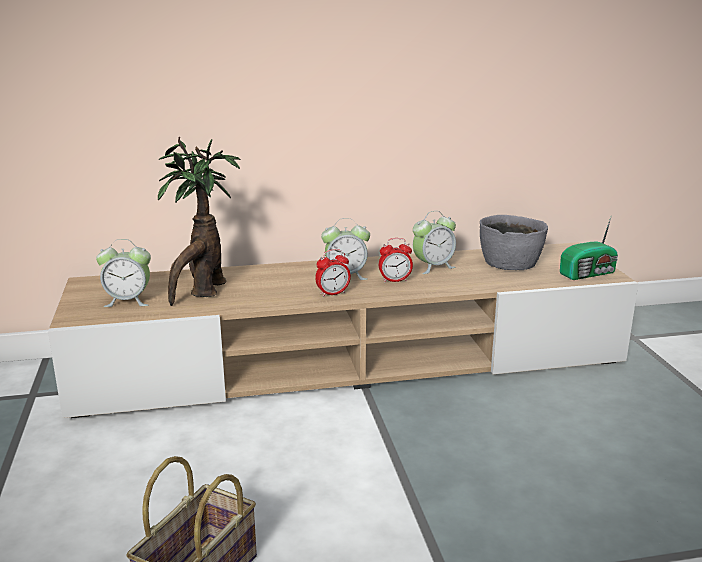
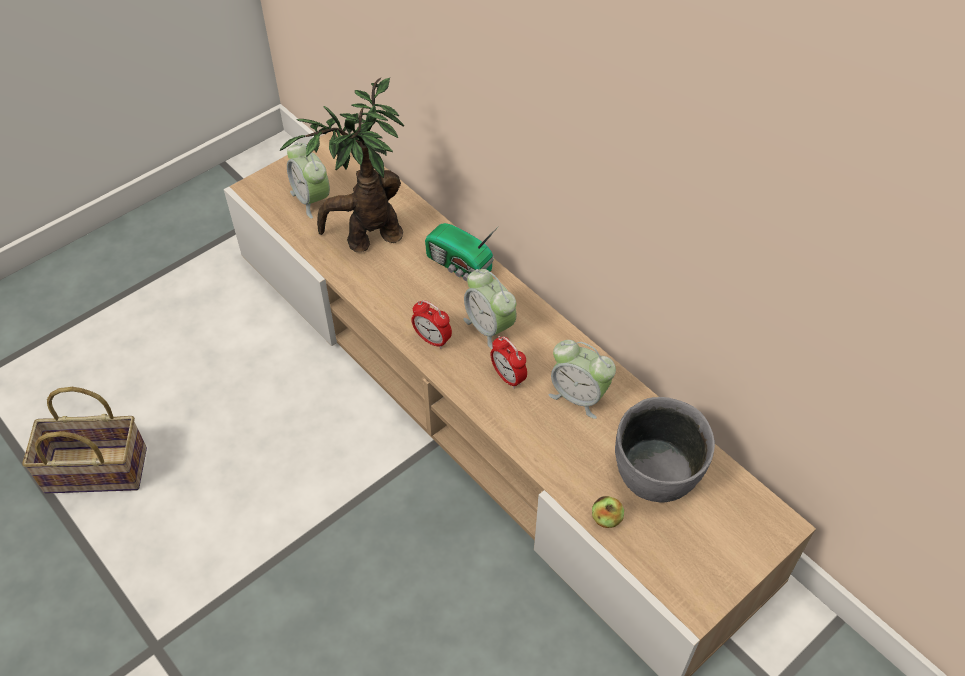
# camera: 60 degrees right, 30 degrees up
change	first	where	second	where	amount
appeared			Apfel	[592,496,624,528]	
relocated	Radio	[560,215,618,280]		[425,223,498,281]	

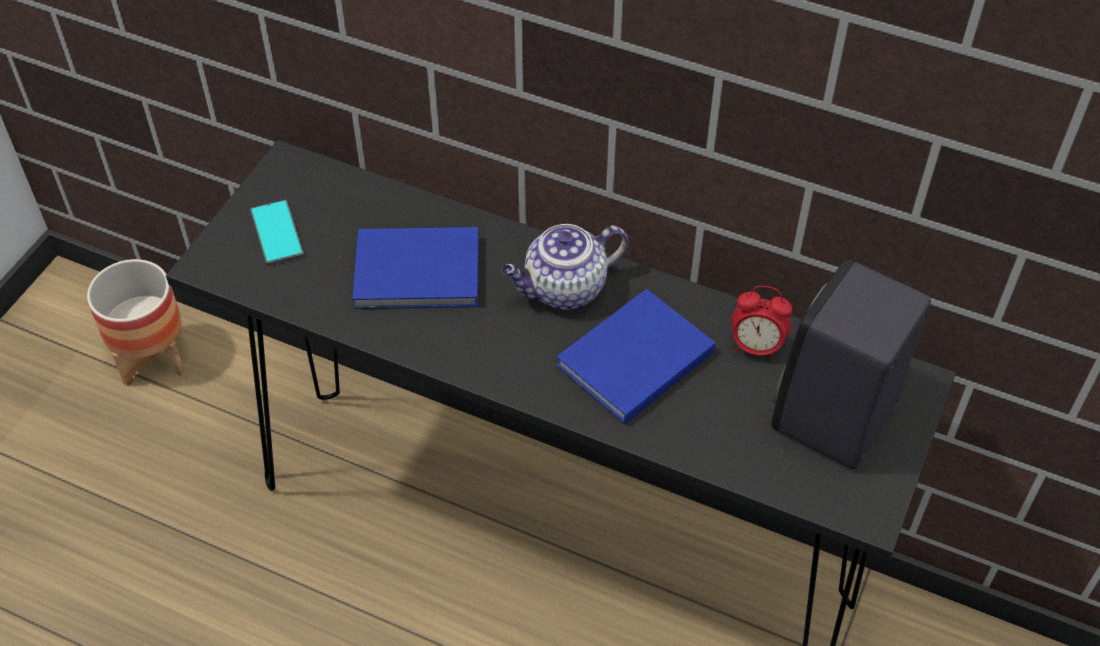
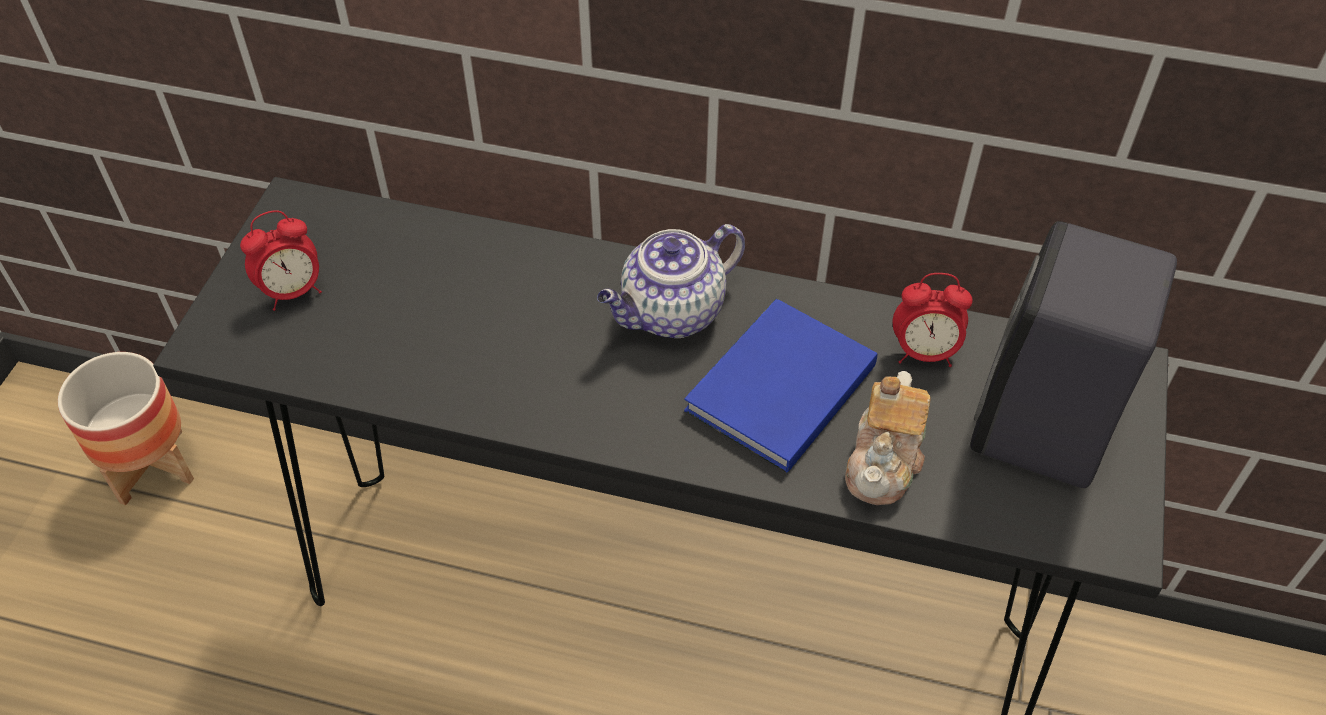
# camera: 10 degrees left, 0 degrees up
change	first	where	second	where	amount
missing	Buch (blau)	[352,227,479,309]			
appeared			Teekanne	[845,371,931,505]	
exchanged	Handy	[250,200,304,266]	Wecker	[240,210,322,311]	

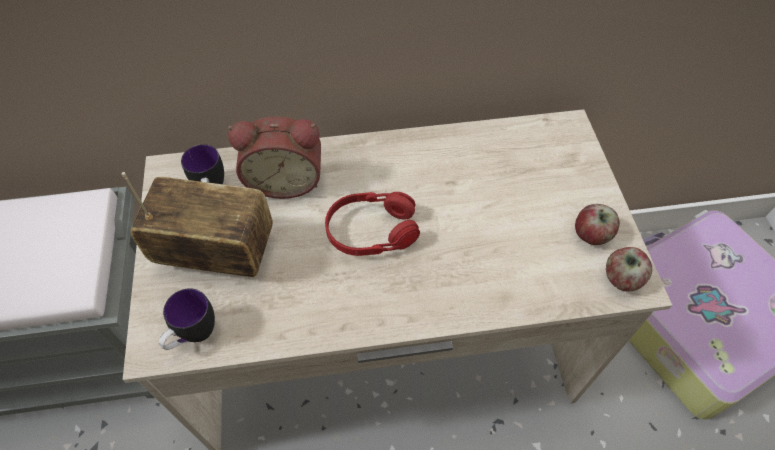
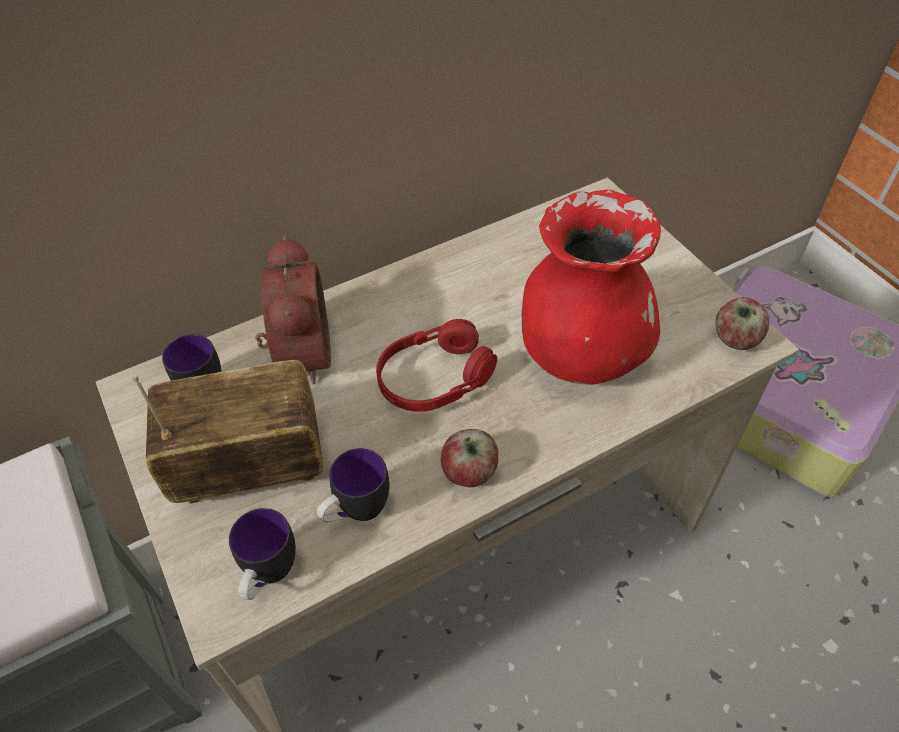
# camera: 20 degrees left, 5 degrees down
change	first	where	second	where	amount
appeared			Henkelbecher	[317,448,389,522]	
appeared			Vase (rot)	[522,190,661,385]	
relocated	Apfel	[575,204,620,245]		[441,429,499,487]	
spun	Wecker	[228,116,321,199]		[255,235,331,384]	75 degrees counterclockwise

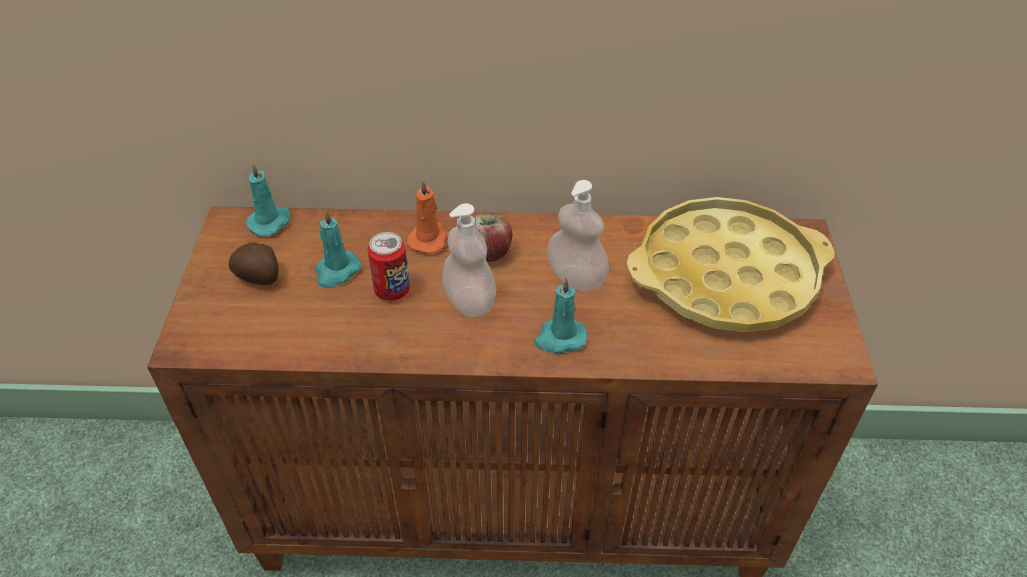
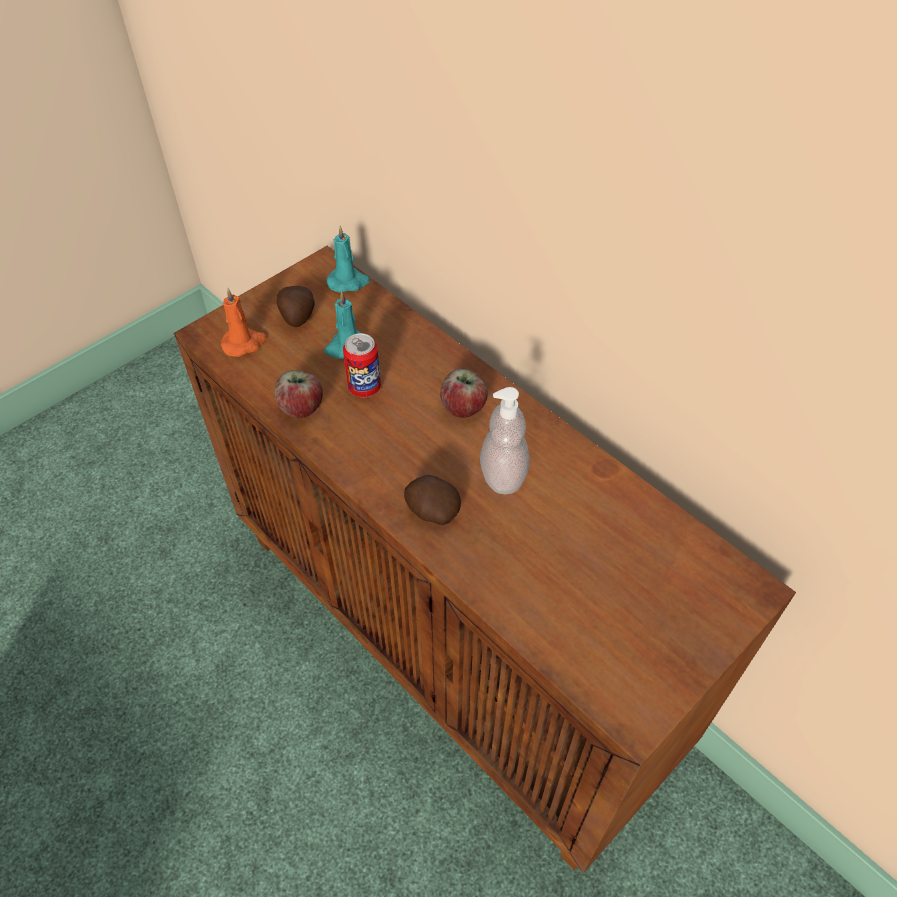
# camera: 45 degrees right, 5 degrees up
change	first	where	second	where	amount
missing	Seifenspender	[442,203,496,317]			
missing	Tablett (gelb)	[626,197,835,333]			
appeared			Apfel	[274,370,323,418]	
relocated	Kerze (orange)	[406,179,449,254]		[220,288,267,357]	
exchanged	Kerze (türkis)	[534,278,587,354]	Kartoffel	[404,475,461,525]	

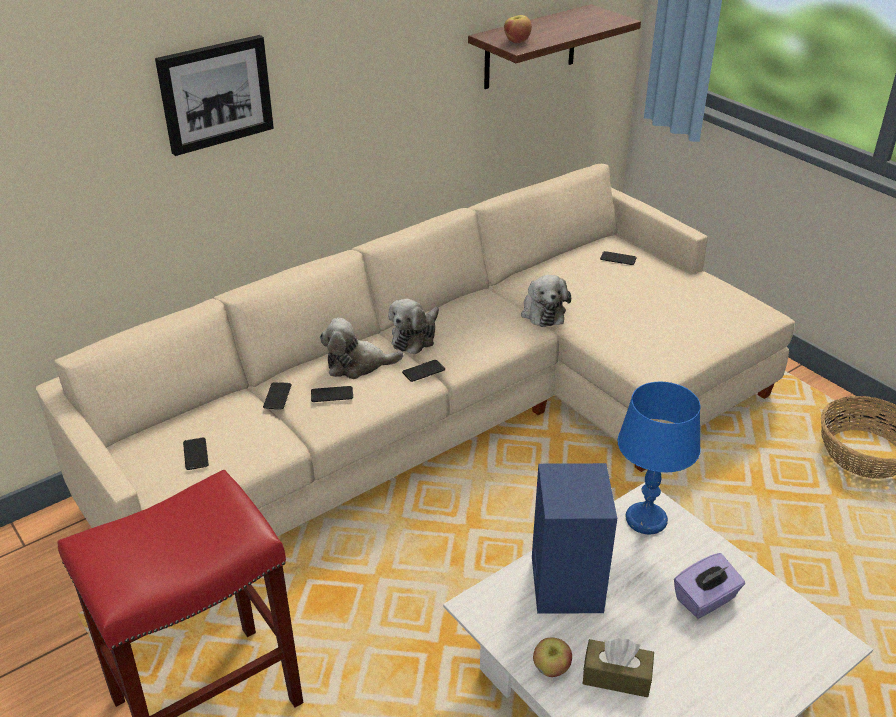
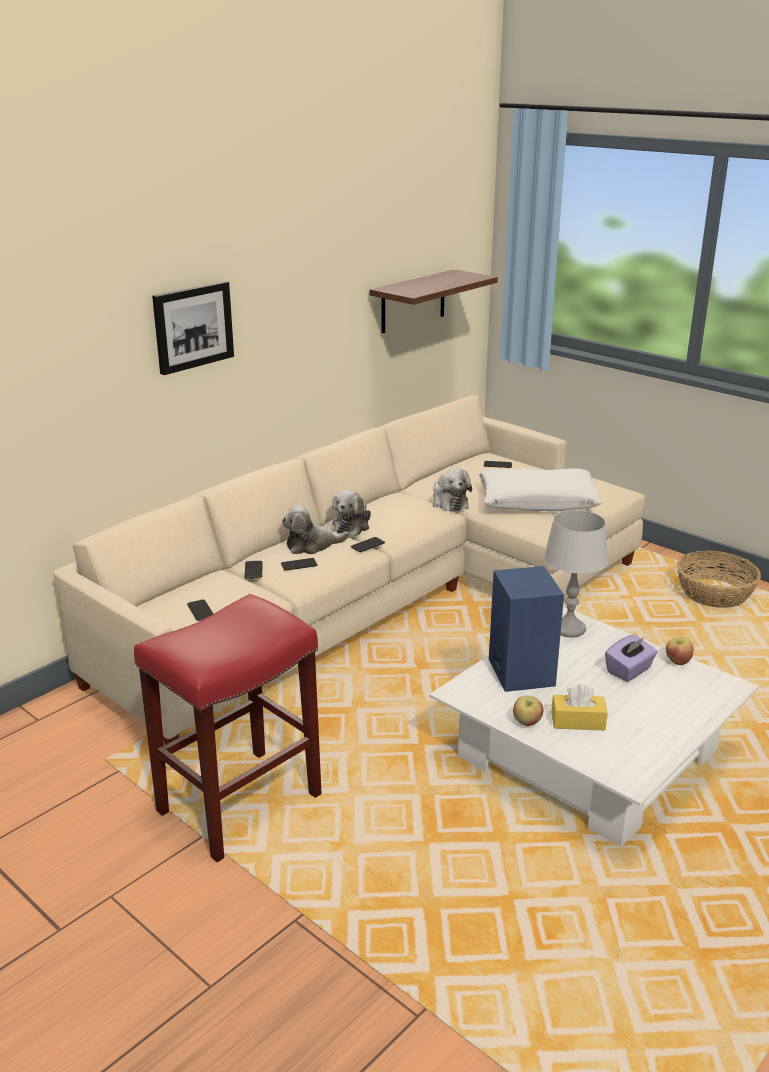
# camera: 10 degrees left, 10 degrees down
change	first	where	second	where	amount
appeared			Kissen (weiß)	[479,468,602,511]	
relocated	Apfel	[504,15,532,43]		[666,637,694,665]	
colour	Taschentuchbox (braun)	[583,638,654,697]	Taschentuchbox (gelb)	[552,684,608,730]	
colour	Tischlampe (blau)	[618,382,701,535]	Tischlampe (grau)	[544,510,608,638]	

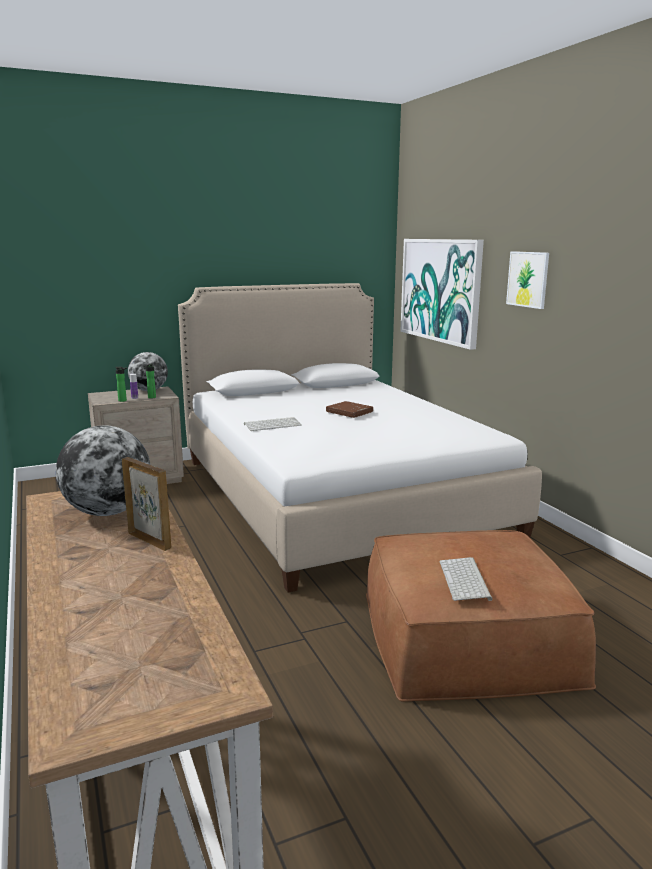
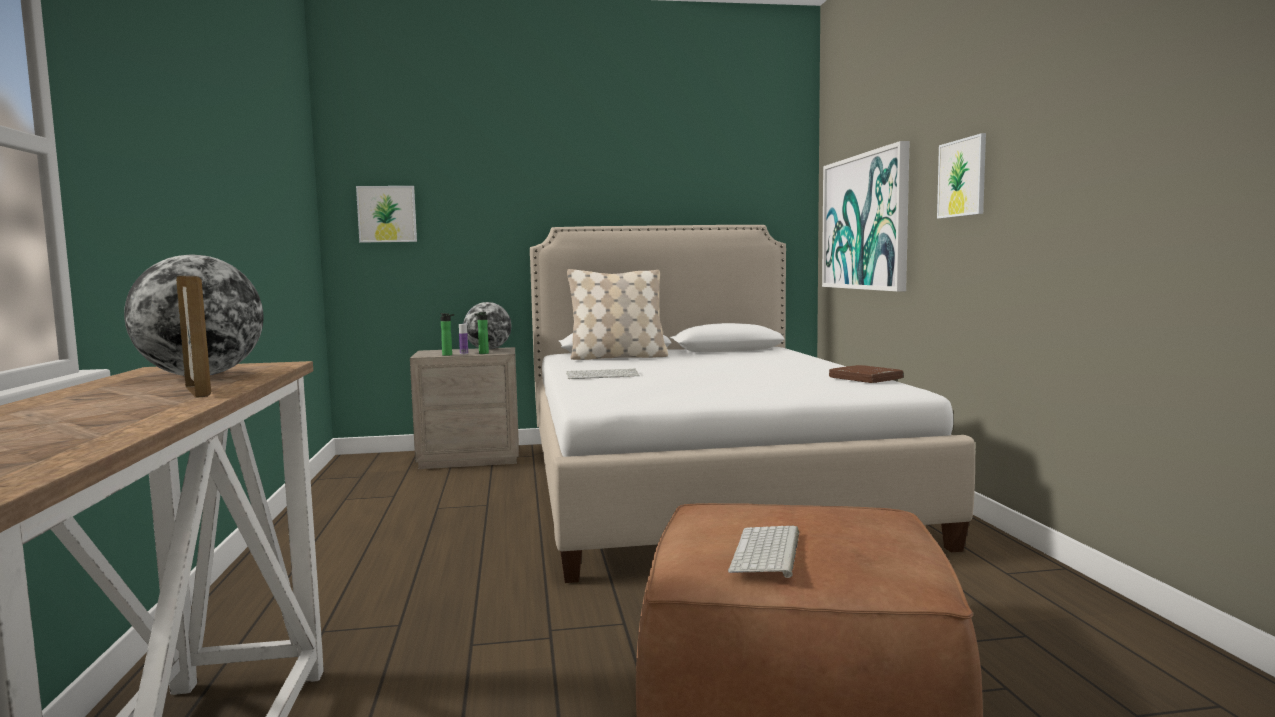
# camera: 15 degrees right, 10 degrees down
change	first	where	second	where	amount
appeared			Bild	[356,186,417,243]	
appeared			Kissen (beige)	[567,269,668,360]	
relocated	Buch (braun)	[326,401,373,418]		[829,365,903,383]	

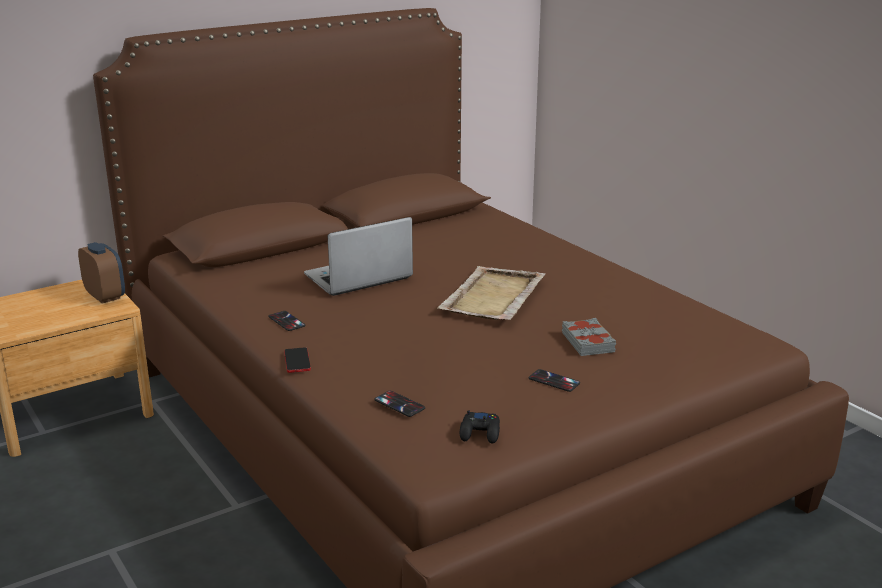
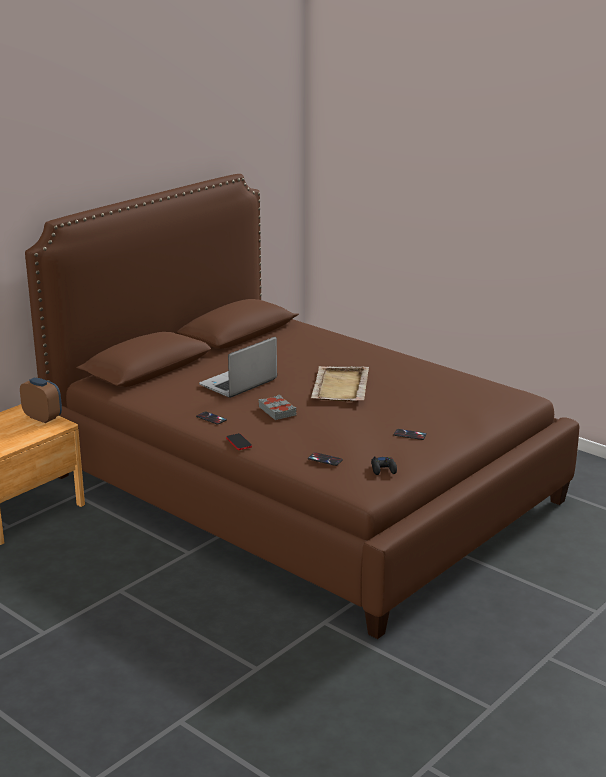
# camera: 15 degrees left, 0 degrees up
change	first	where	second	where	amount
relocated	Buch (grau)	[562,318,616,356]		[259,395,297,420]	

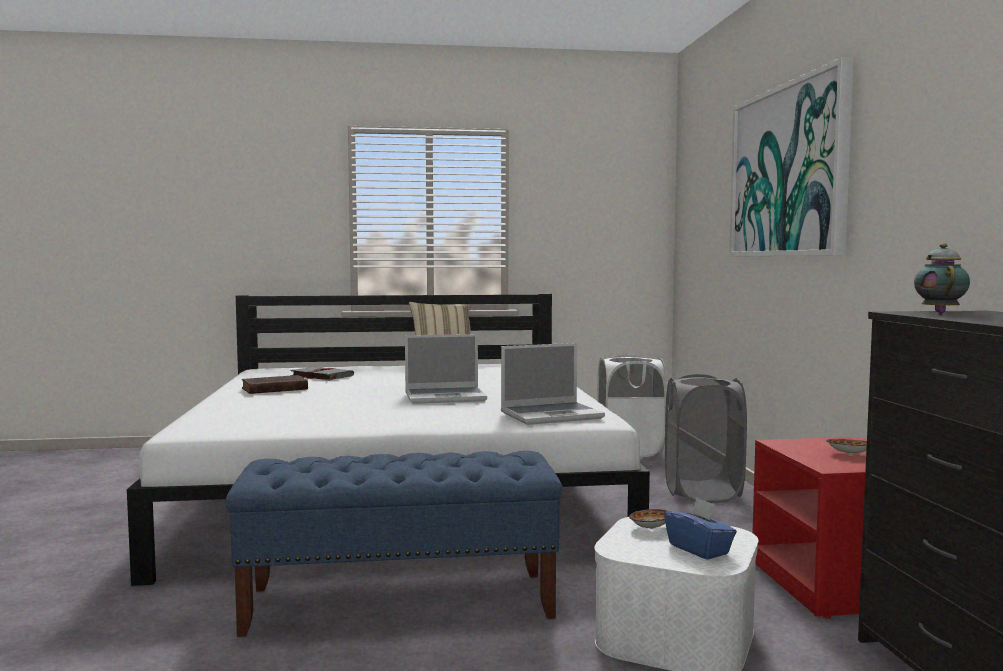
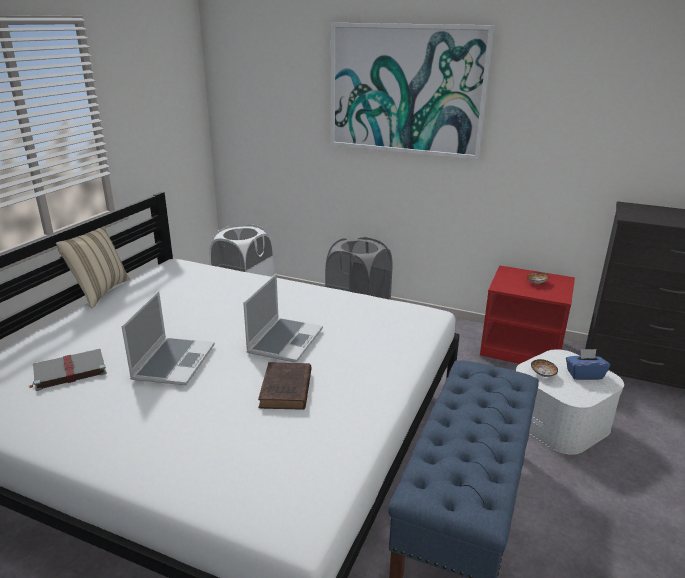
# camera: 60 degrees left, 20 degrees up
change	first	where	second	where	amount
missing	Teekanne	[914,243,970,313]			
relocated	Buch (braun)	[242,375,308,394]		[258,362,311,410]	
relocated	Laptop	[501,343,605,425]		[121,291,215,385]	

